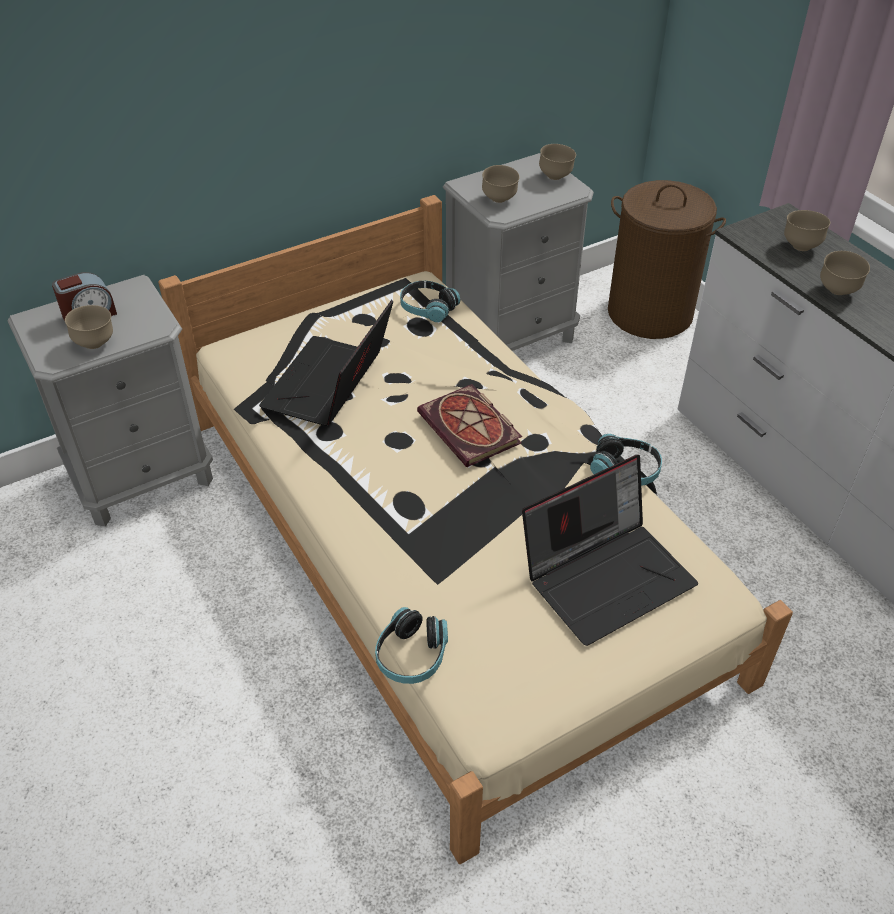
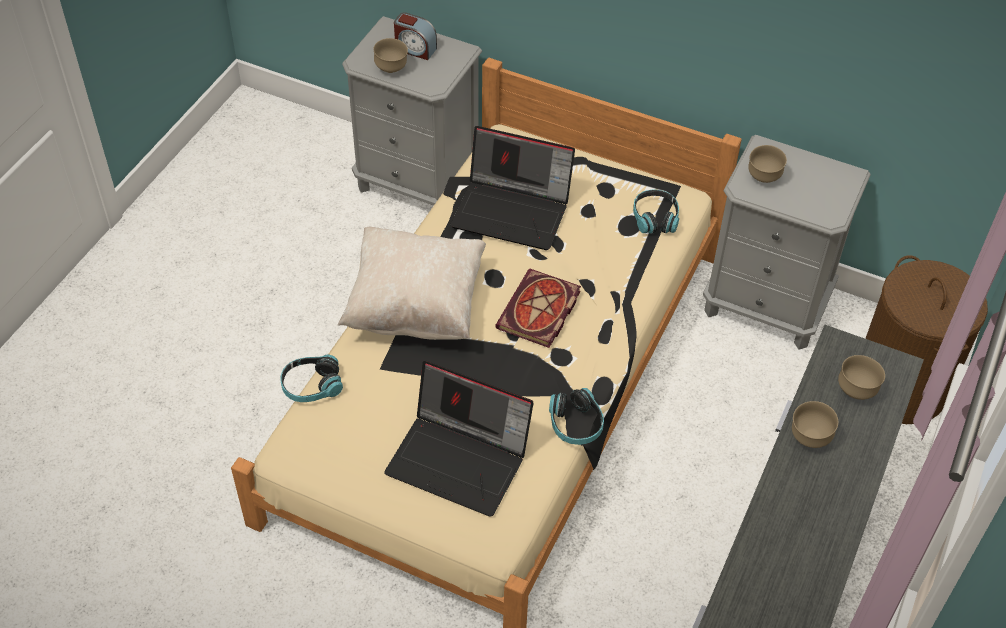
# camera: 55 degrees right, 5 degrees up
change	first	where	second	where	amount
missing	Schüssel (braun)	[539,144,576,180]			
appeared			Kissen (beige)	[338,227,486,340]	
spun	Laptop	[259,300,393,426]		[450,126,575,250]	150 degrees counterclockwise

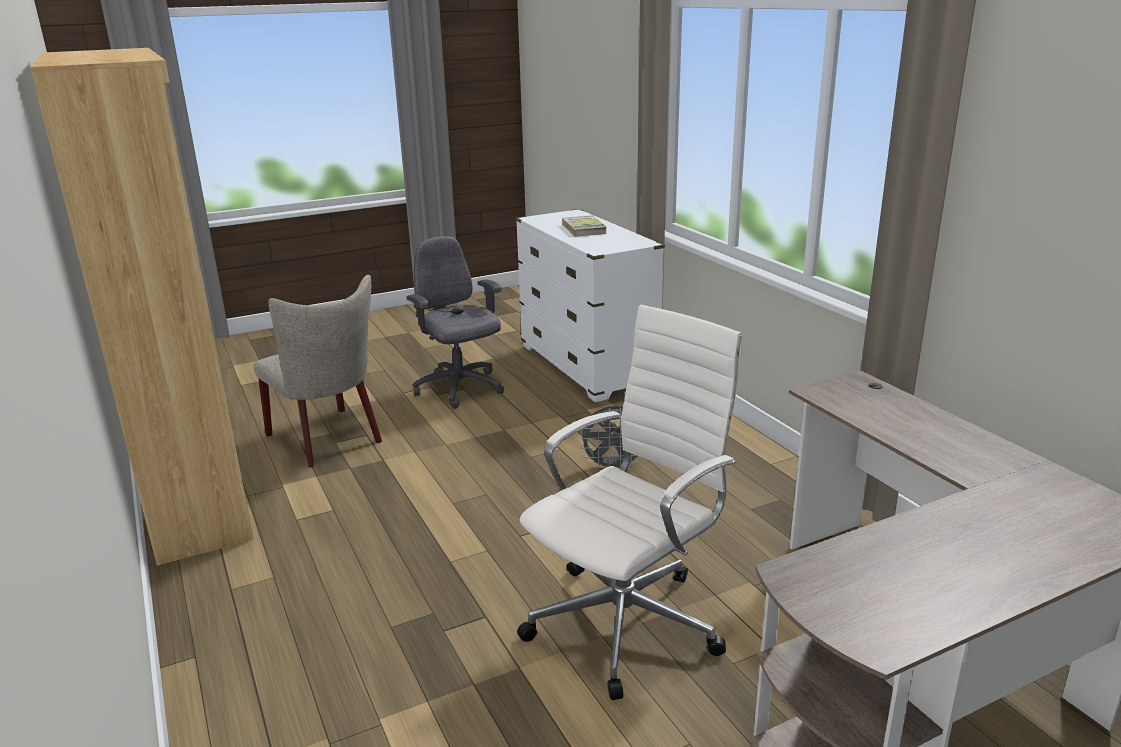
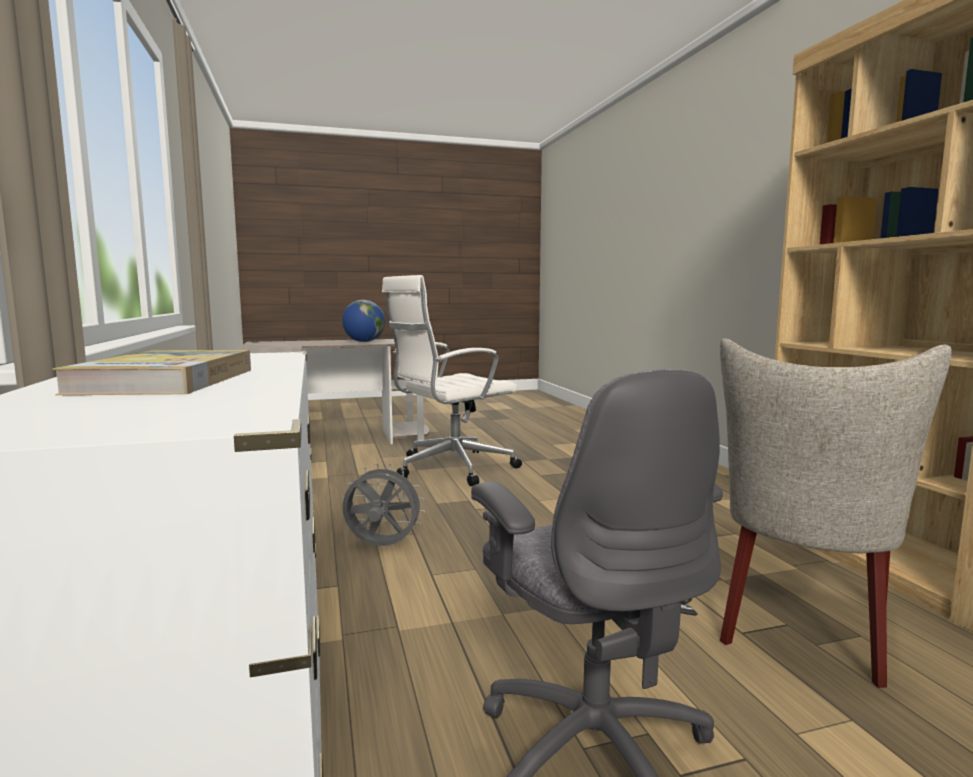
# camera: 170 degrees left, 15 degrees down
change	first	where	second	where	amount
appeared			Globus	[342,300,385,342]	
spun	Stuhl (beige)	[253,275,382,468]		[720,338,952,688]	120 degrees counterclockwise

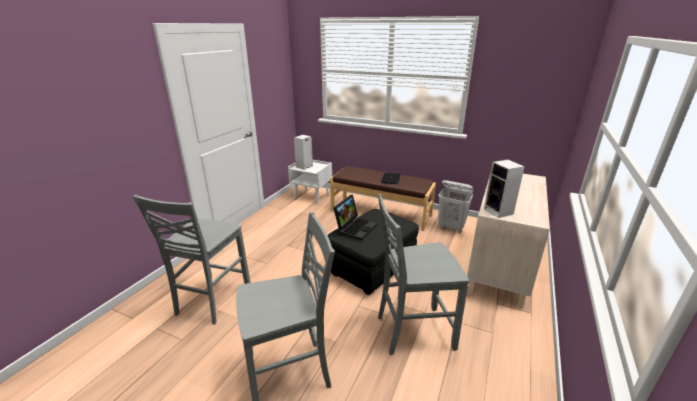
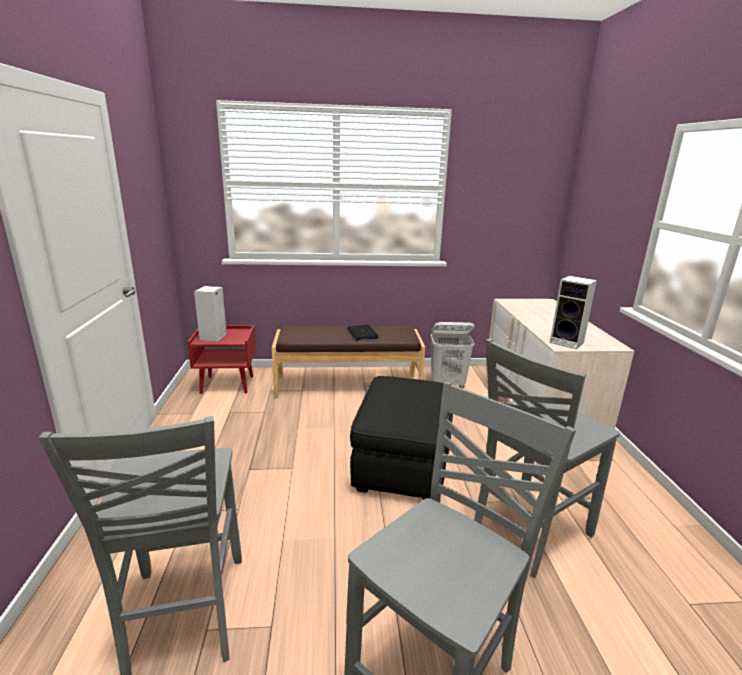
# camera: 30 degrees left, 5 degrees down
change	first	where	second	where	amount
missing	Laptop	[333,195,377,240]			
colour	Nachttisch (weiß)	[288,160,332,204]	Nachttisch (rot)	[187,325,256,394]	

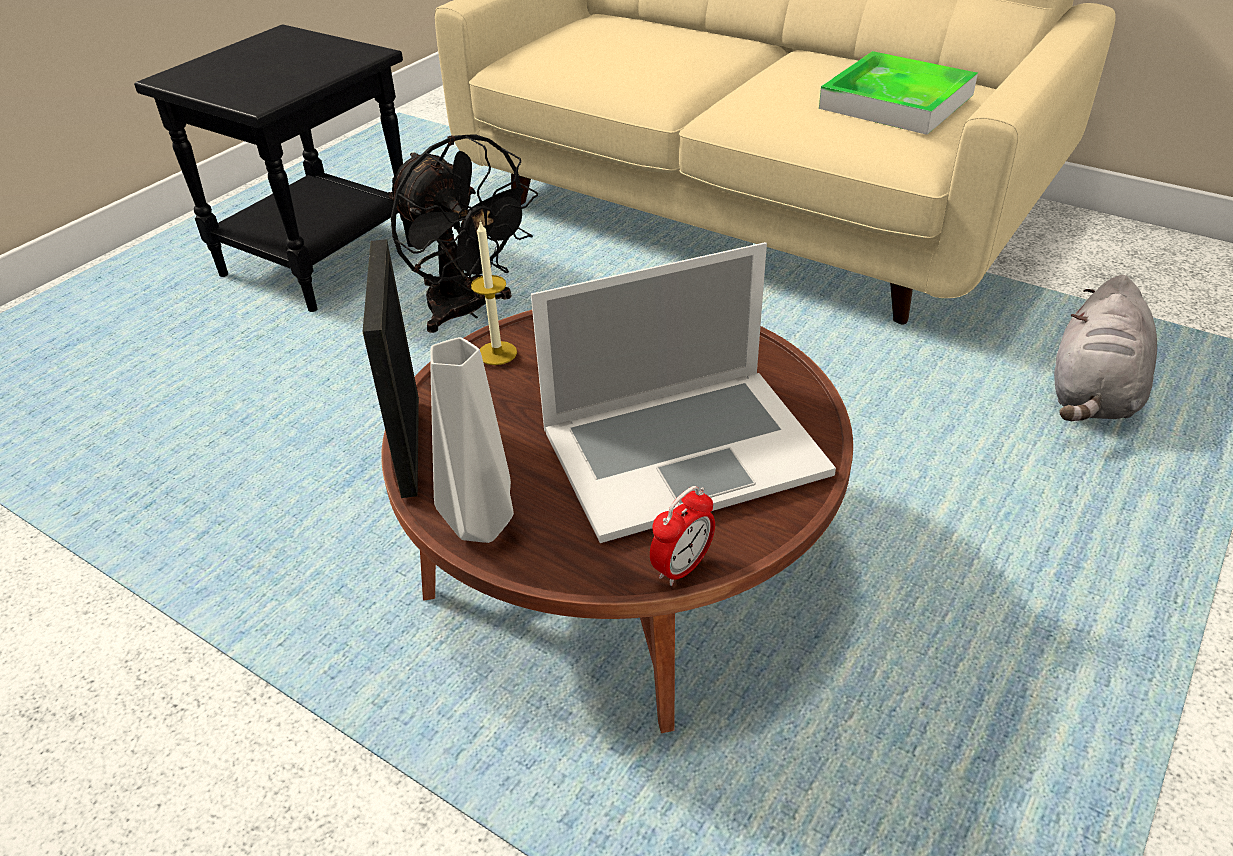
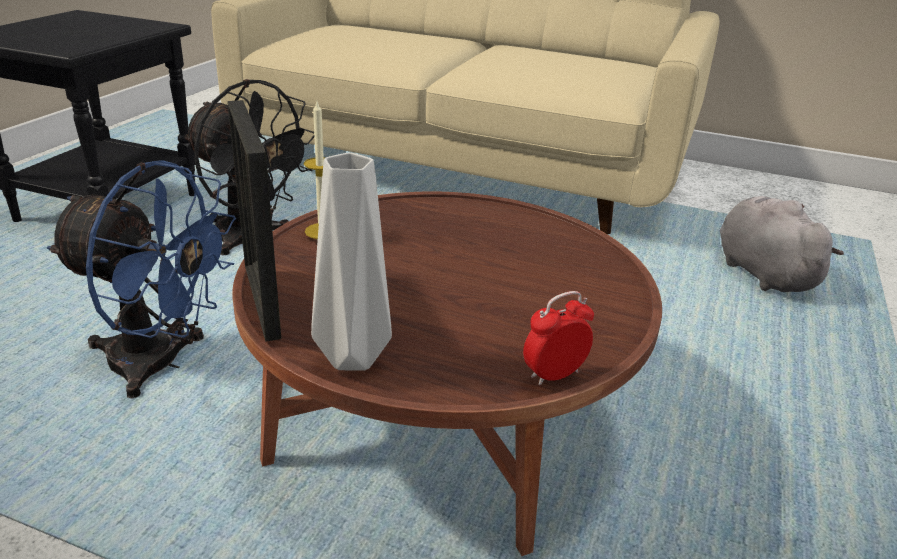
# camera: 15 degrees left, 10 degrees down
change	first	where	second	where	amount
missing	Laptop	[531,242,836,543]			
missing	Tablett	[819,51,978,135]			
appeared			Ventilator (blau)	[47,160,236,398]	
spun	Wecker	[650,486,715,586]		[523,291,594,385]	150 degrees counterclockwise
spun	Plüschtier (grau)	[1054,275,1157,422]		[720,196,844,292]	150 degrees clockwise

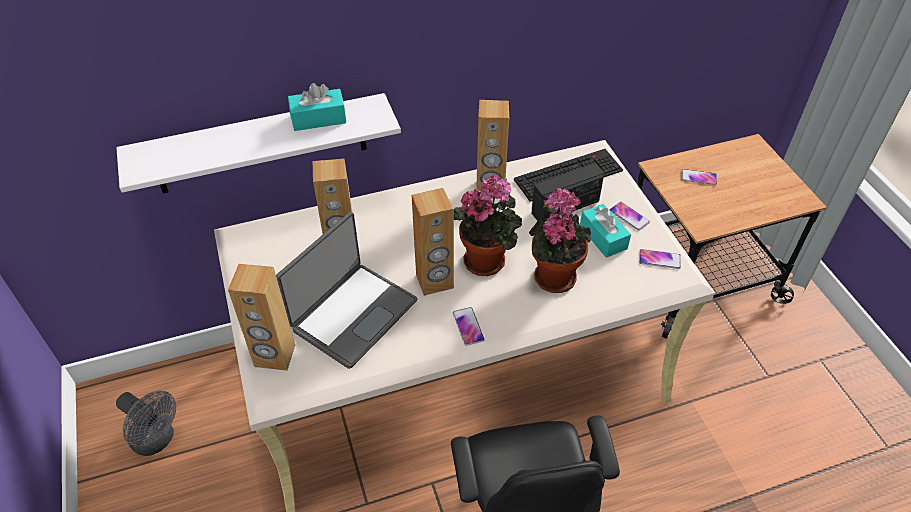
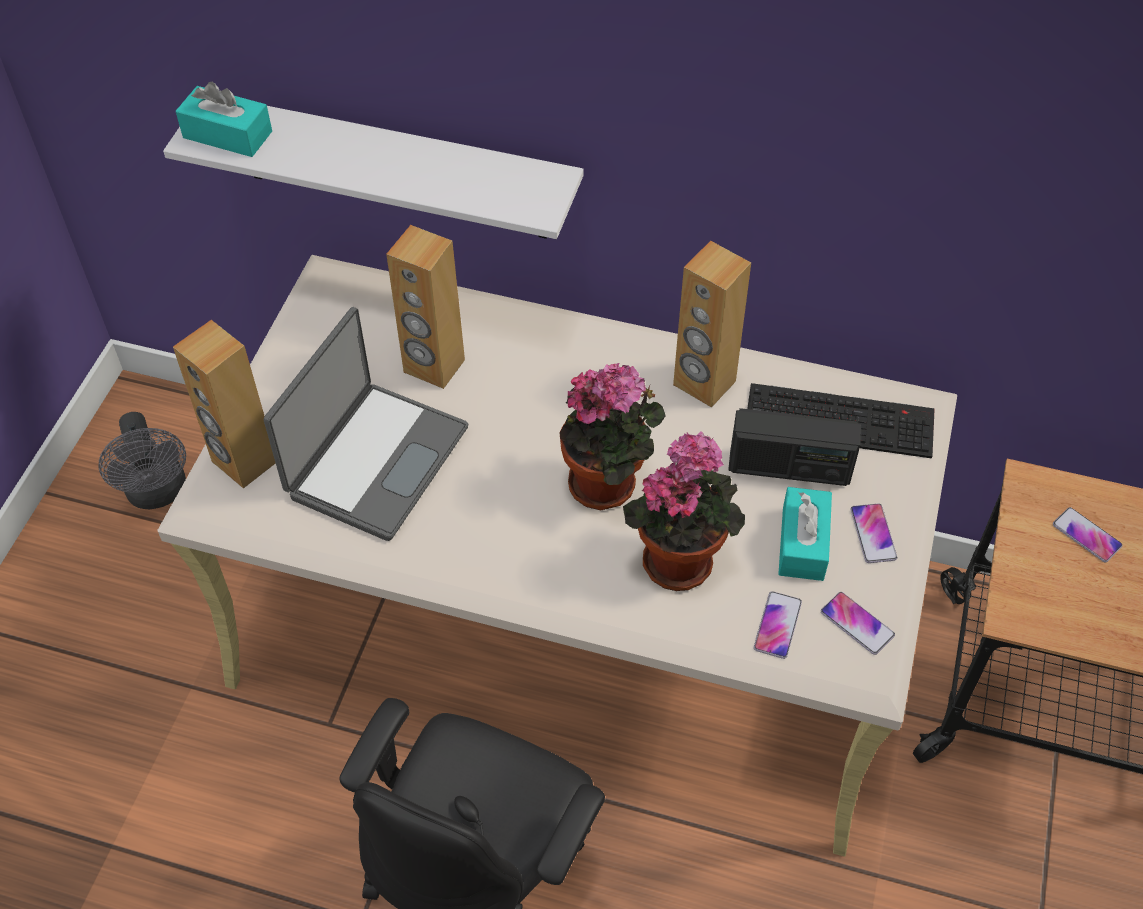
# camera: 35 degrees right, 5 degrees up
change	first	where	second	where	amount
missing	Lautsprecher (braun)	[412,188,454,296]			
relocated	Taschentuchbox (türkis)	[288,83,346,131]		[176,82,272,157]	
relocated	Handy	[453,307,485,346]		[754,591,802,659]	
spun	Laptop	[276,212,417,369]		[264,307,468,541]	45 degrees counterclockwise

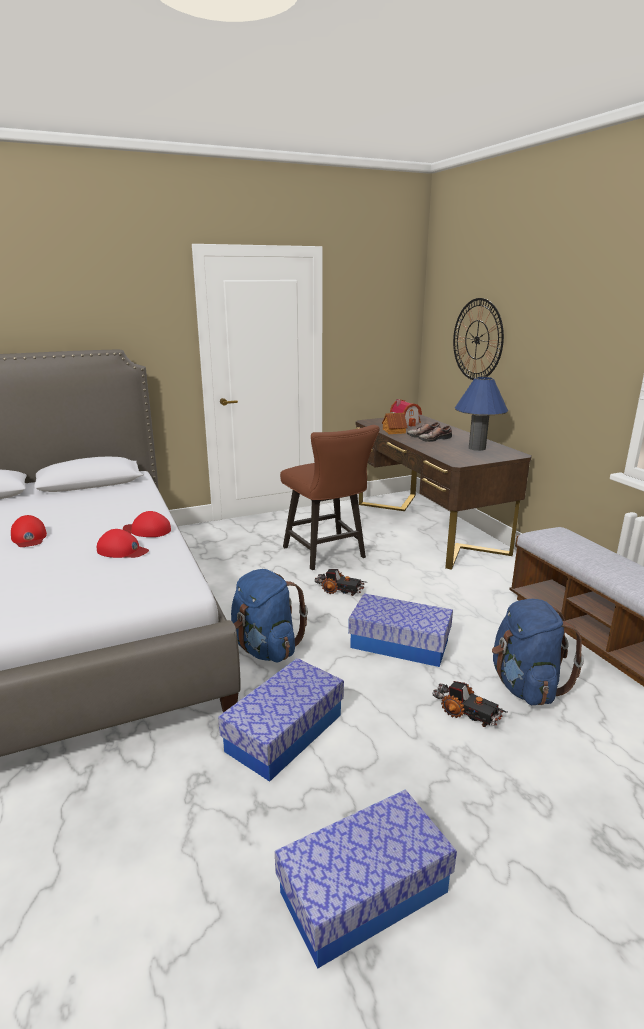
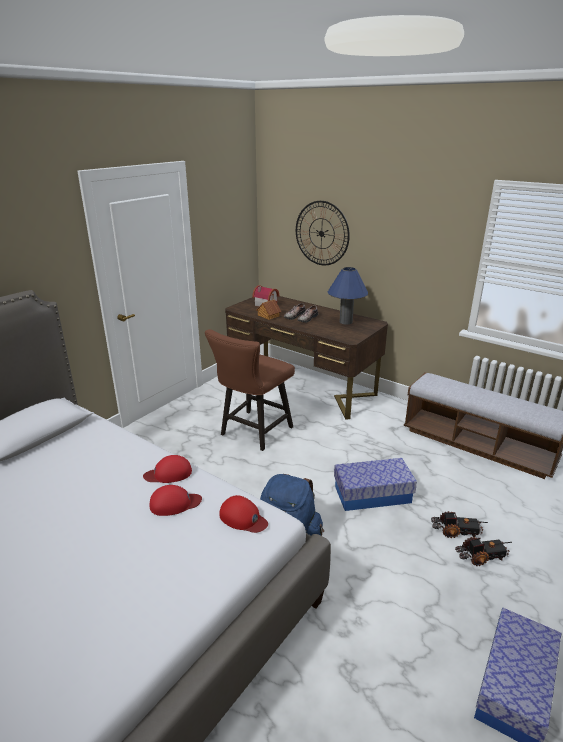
# camera: 30 degrees left, 5 degrees up
change	first	where	second	where	amount
missing	Aufbewahrungsbox	[218,658,344,782]			
missing	Rucksack (blau)	[492,599,584,705]			
relocated	Kappe (rot)	[11,515,47,547]		[219,495,268,533]	
relocated	Spielzeuglaster	[314,569,367,596]		[455,537,512,566]	
spun	Stuhl (braun)	[280,425,380,570]		[205,329,295,451]	90 degrees clockwise

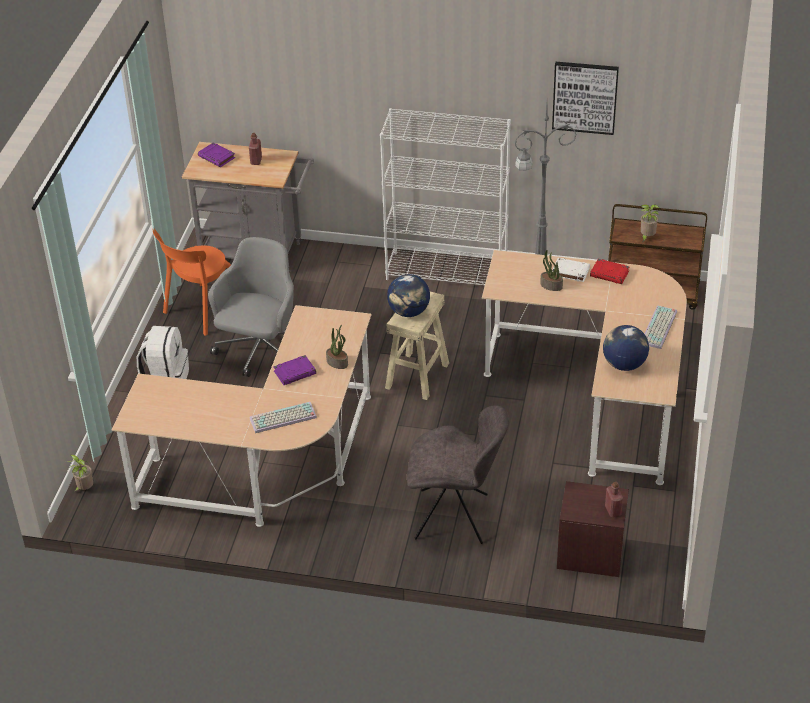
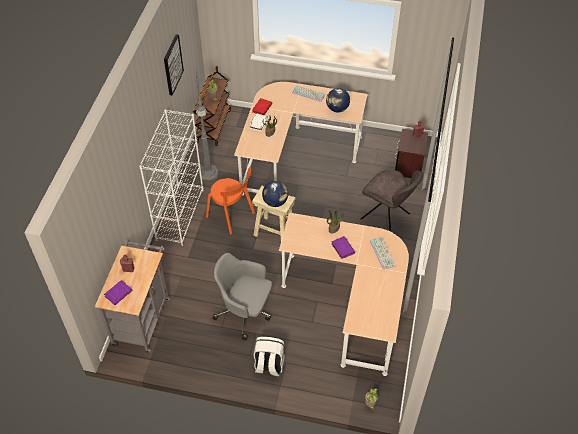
# camera: 90 degrees left, 10 degrees up
change	first	where	second	where	amount
relocated	Stuhl (orange)	[152,228,231,336]		[206,167,255,234]	
spun	Stuhl (grau)	[407,405,509,544]		[361,170,423,232]	120 degrees clockwise

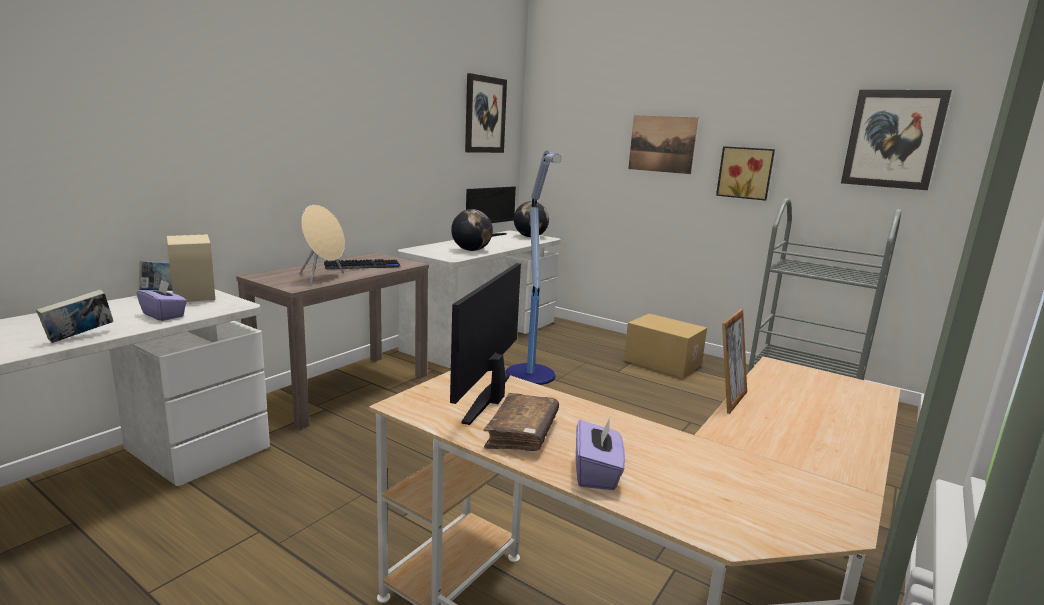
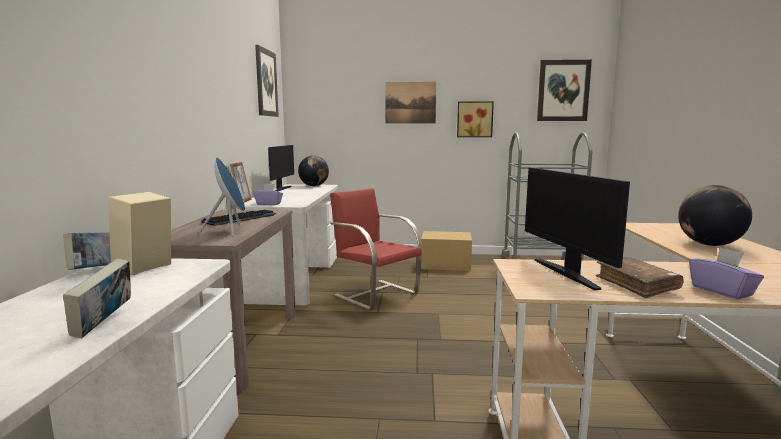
# camera: 30 degrees left, 5 degrees down
change	first	where	second	where	amount
relocated	Taschentuchbox (lila)	[136,280,187,321]		[253,184,283,205]	
relocated	Globus	[451,209,493,251]		[678,185,752,246]	
relocated	Bilderrahmen	[722,309,747,414]		[230,162,252,202]	
exchanged	Stehlampe	[505,151,561,385]	Stuhl (rot)	[330,188,422,311]	
colour	Lautsprecher (beige)	[299,205,345,284]	Lautsprecher (blau)	[199,157,245,237]	

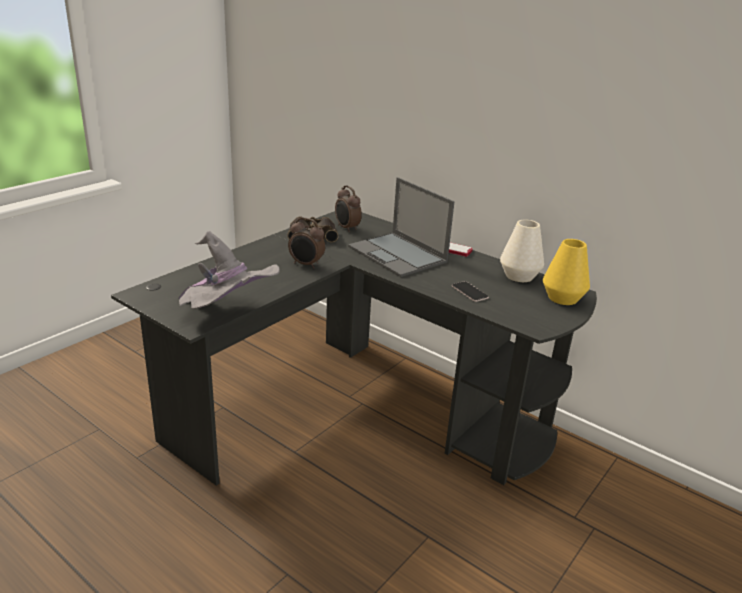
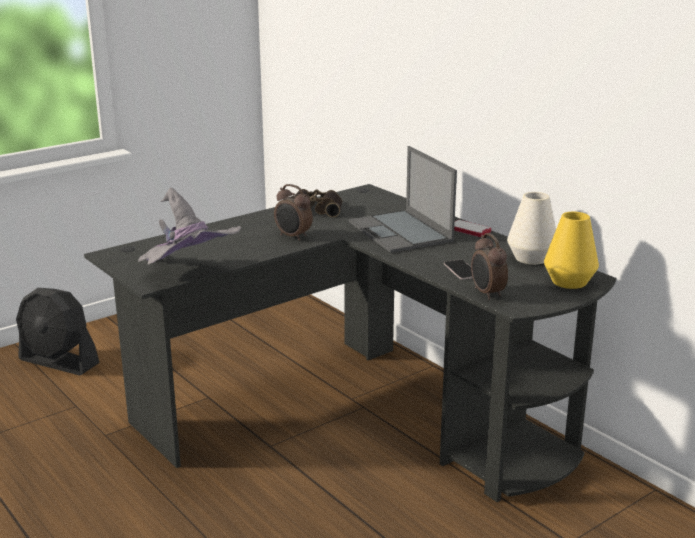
# camera: 15 degrees right, 5 degrees down
change	first	where	second	where	amount
appeared			Ventilator (schwarz)	[16,288,100,375]	
relocated	Wecker	[335,186,362,232]		[471,233,508,300]	

